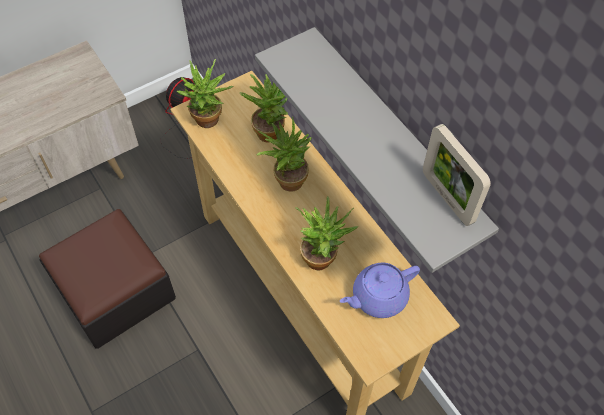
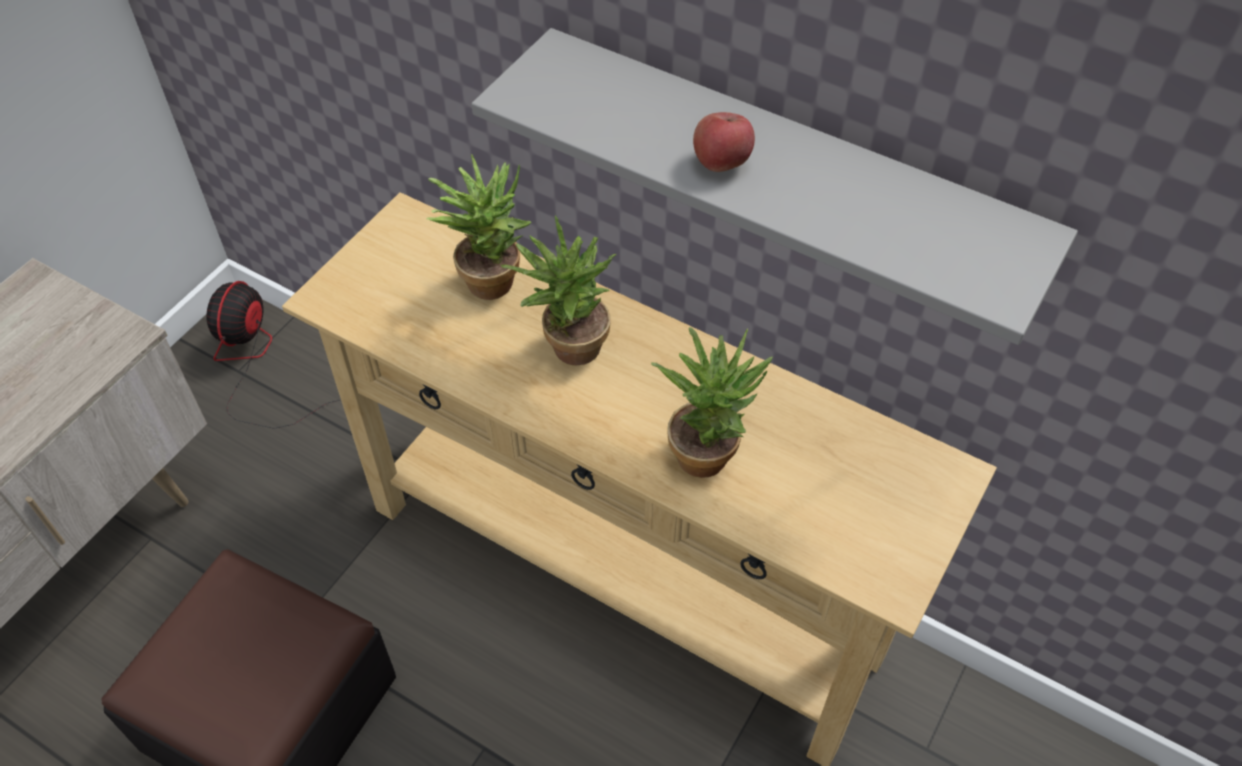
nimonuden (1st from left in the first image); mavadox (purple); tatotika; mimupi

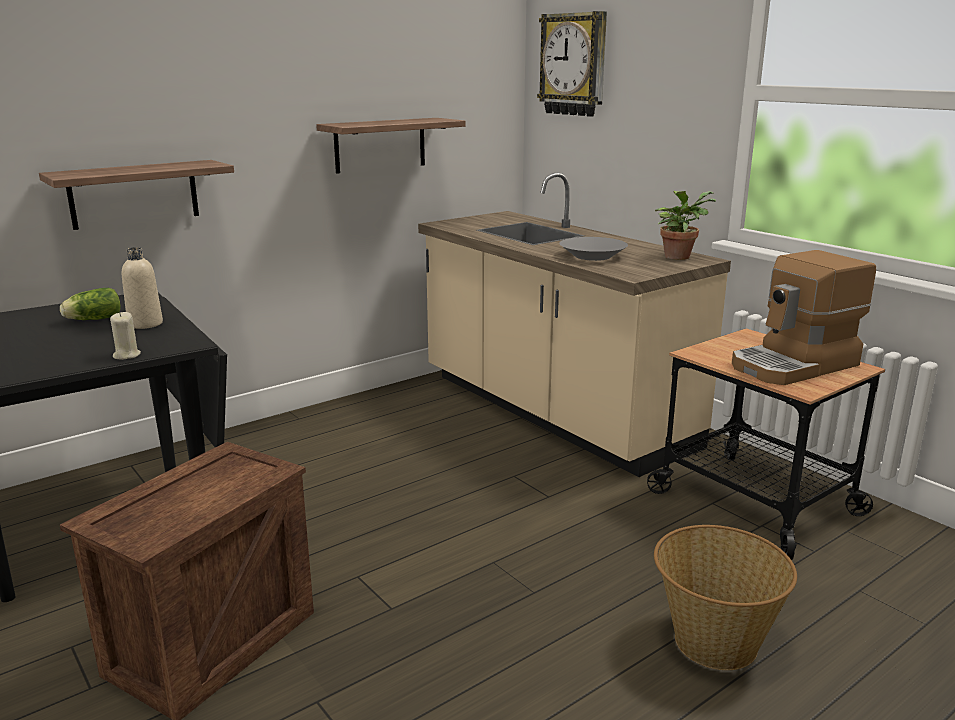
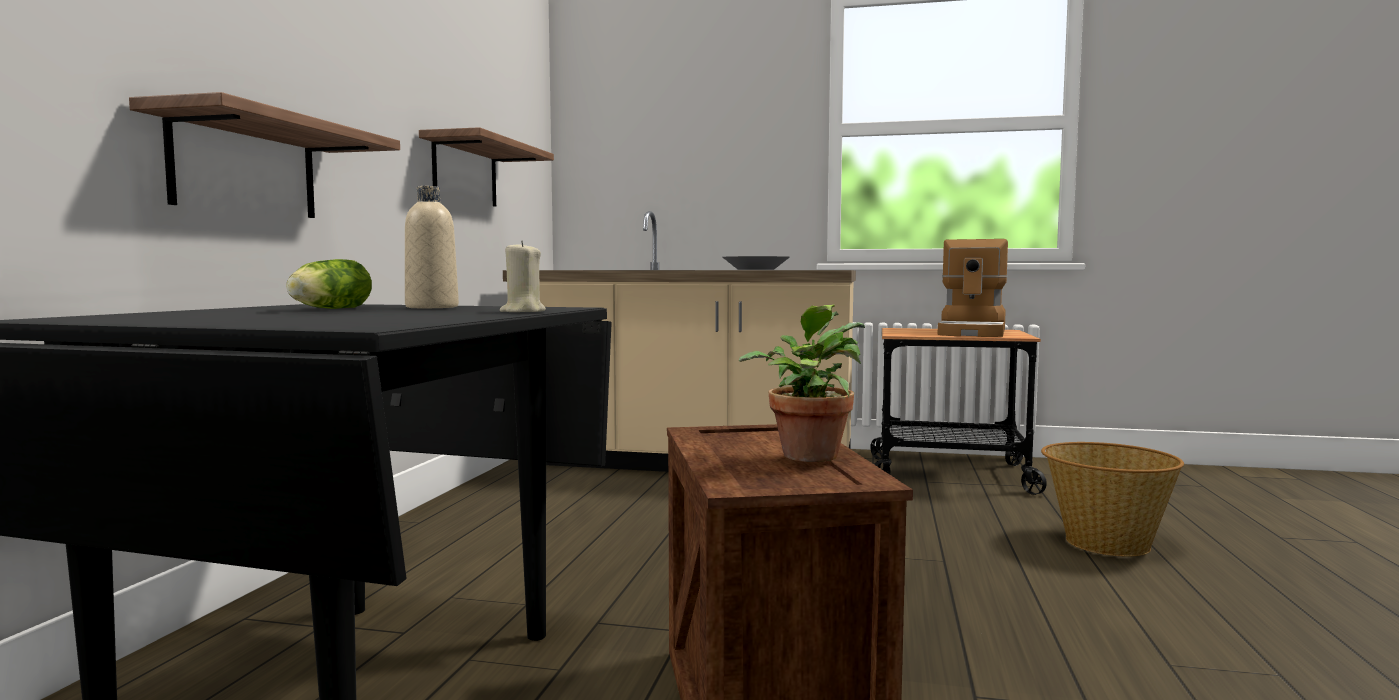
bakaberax; nimonuden

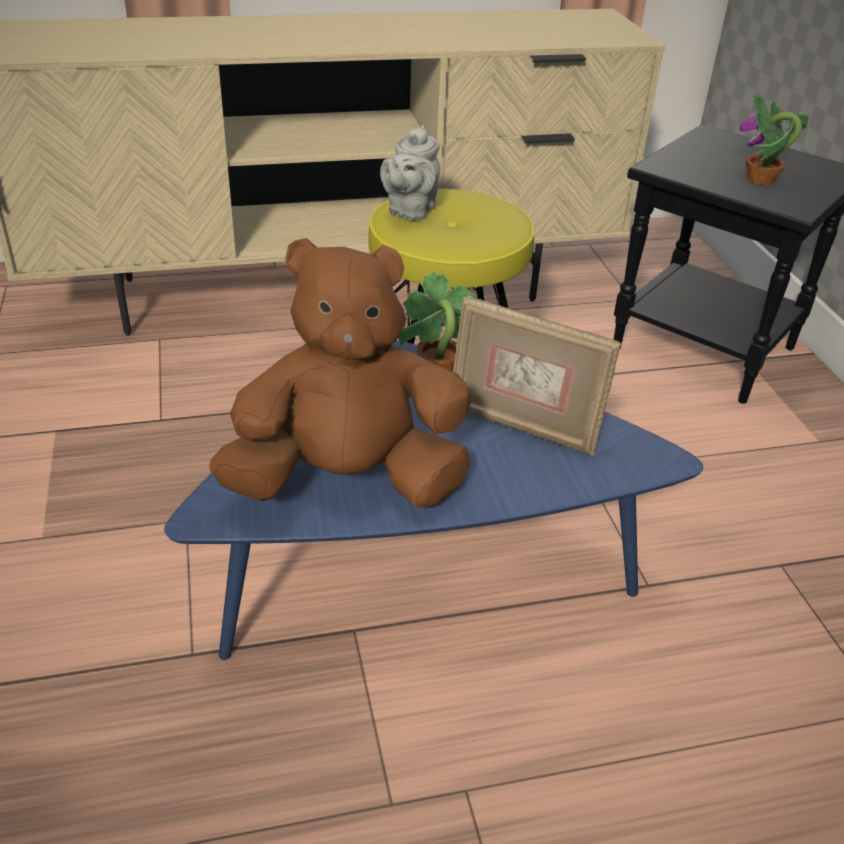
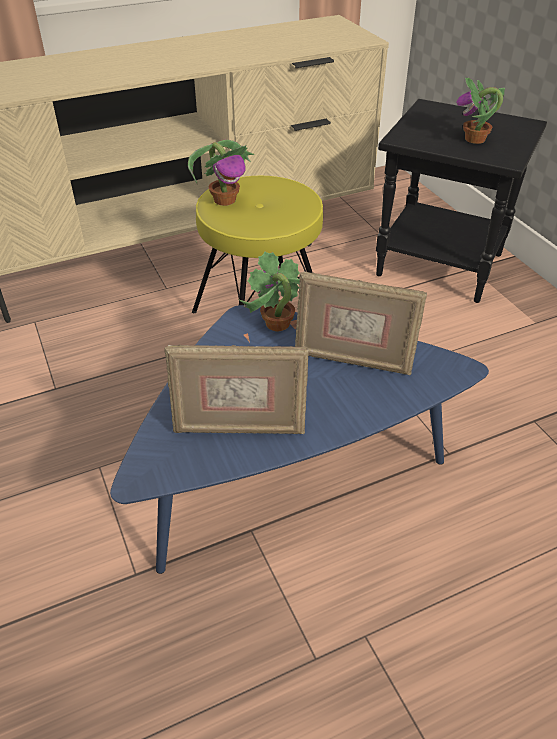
tatotika (1st from left); nimonuden (1st from left)

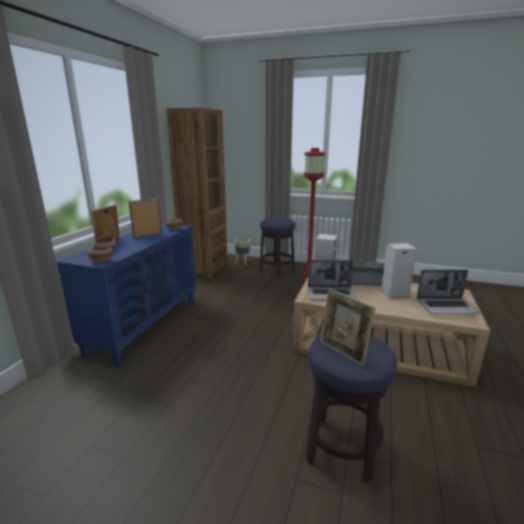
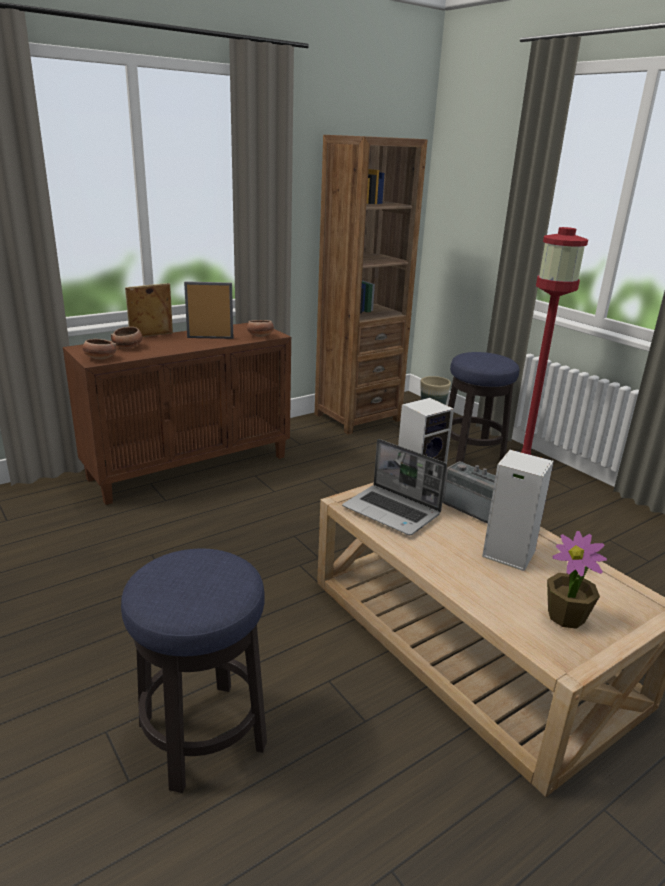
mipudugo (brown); tatotika (3rd from left in the first image); nimonuden

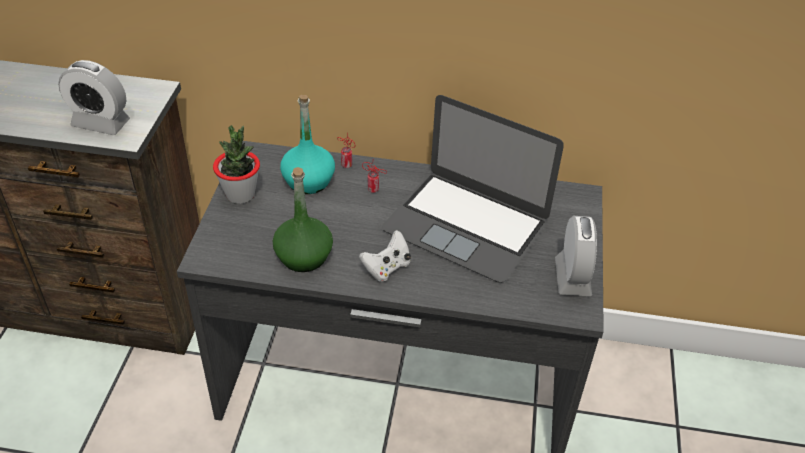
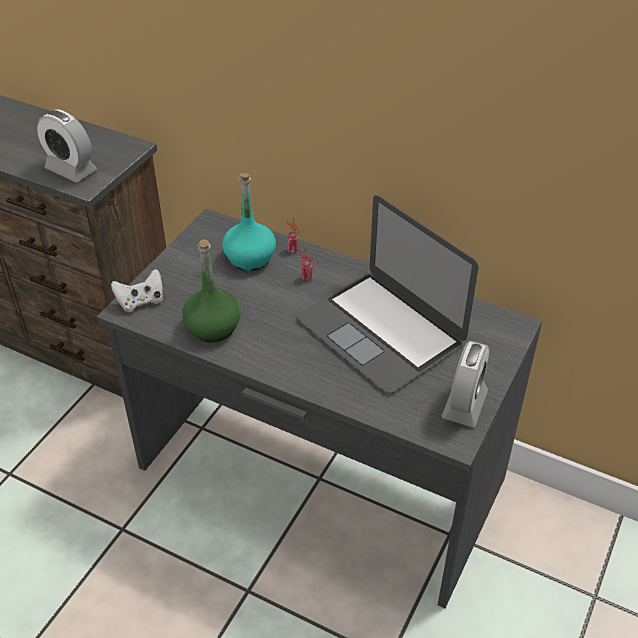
nimonuden; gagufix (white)

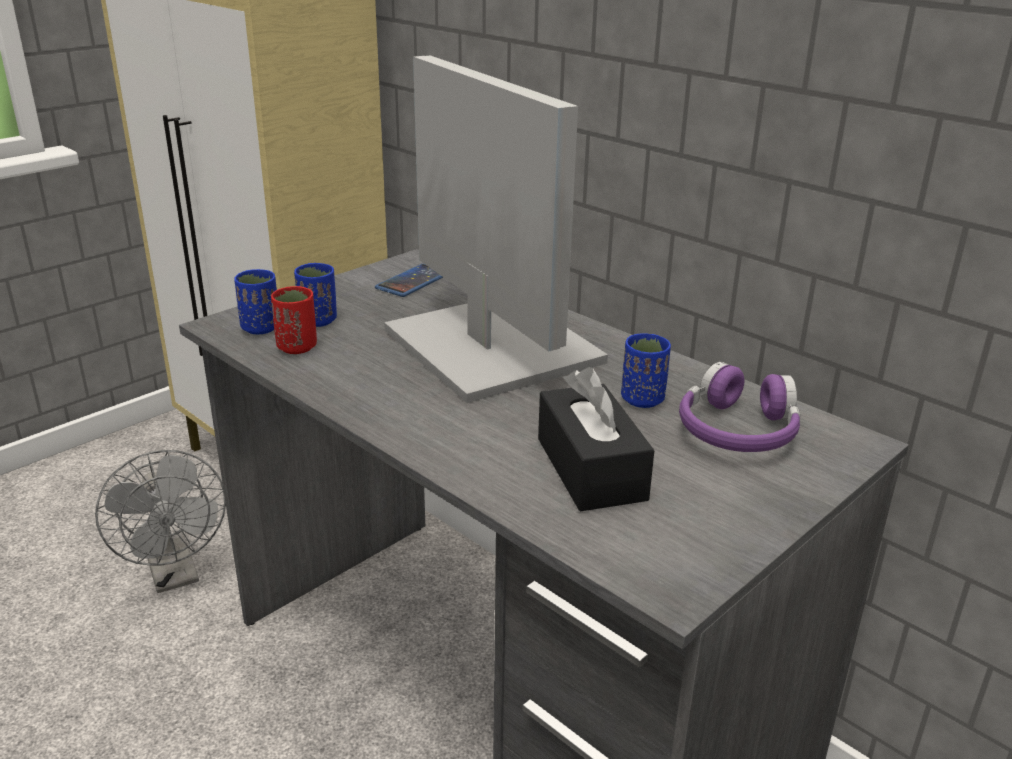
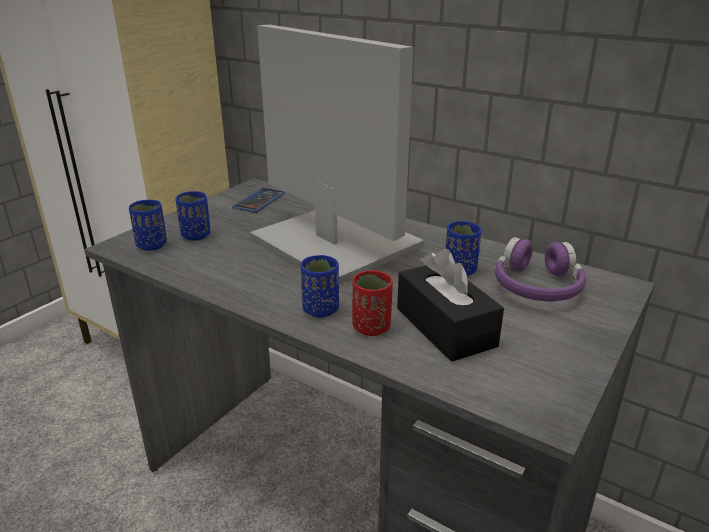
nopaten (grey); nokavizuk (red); nokavizuk (blue) (3rd from left)

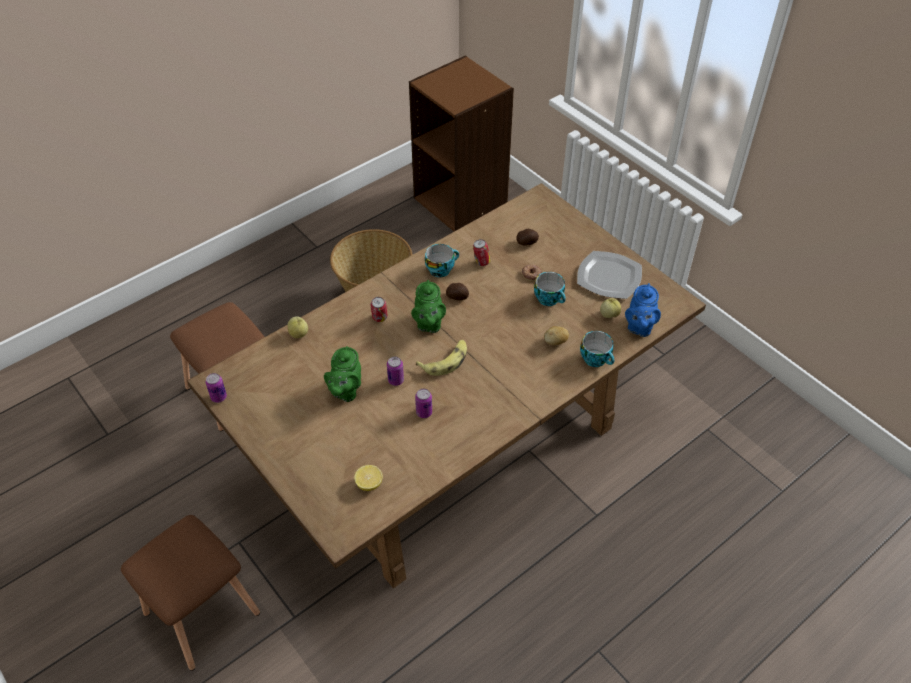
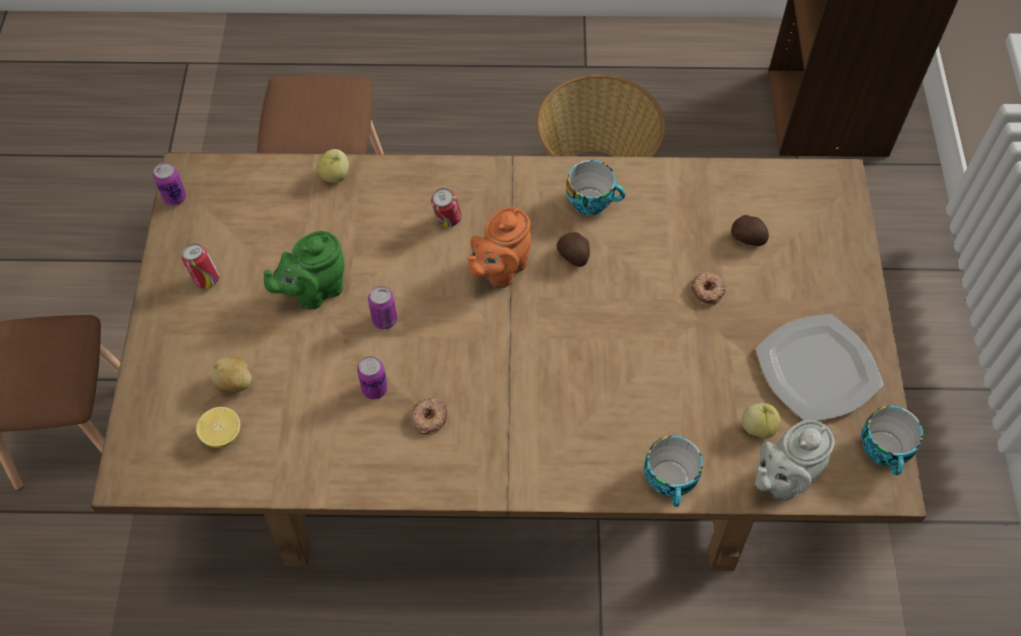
mavadox (orange); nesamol; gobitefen (2nd from left); nokavizuk (3rd from left); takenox (1st from left); mavadox (grey); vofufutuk (1st from left)

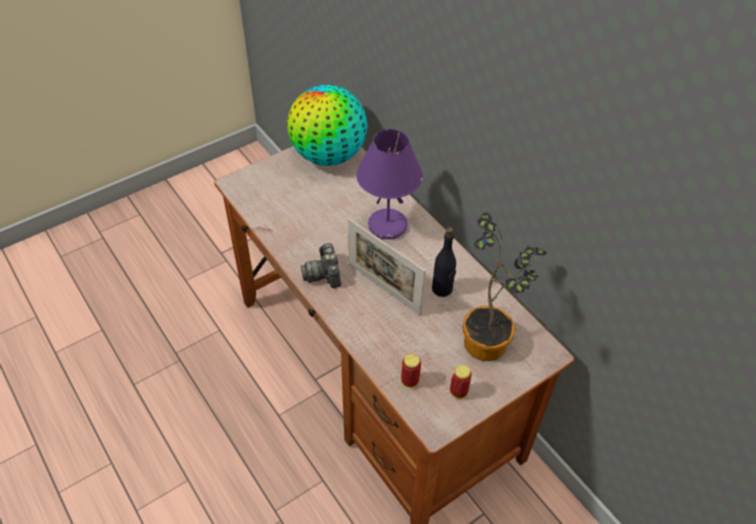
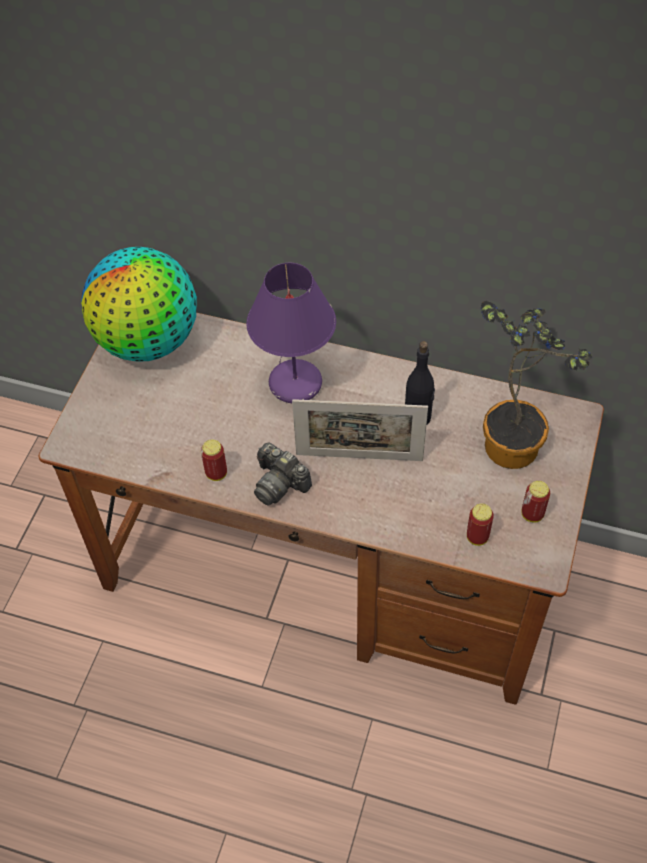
gobitefen (1st from left)

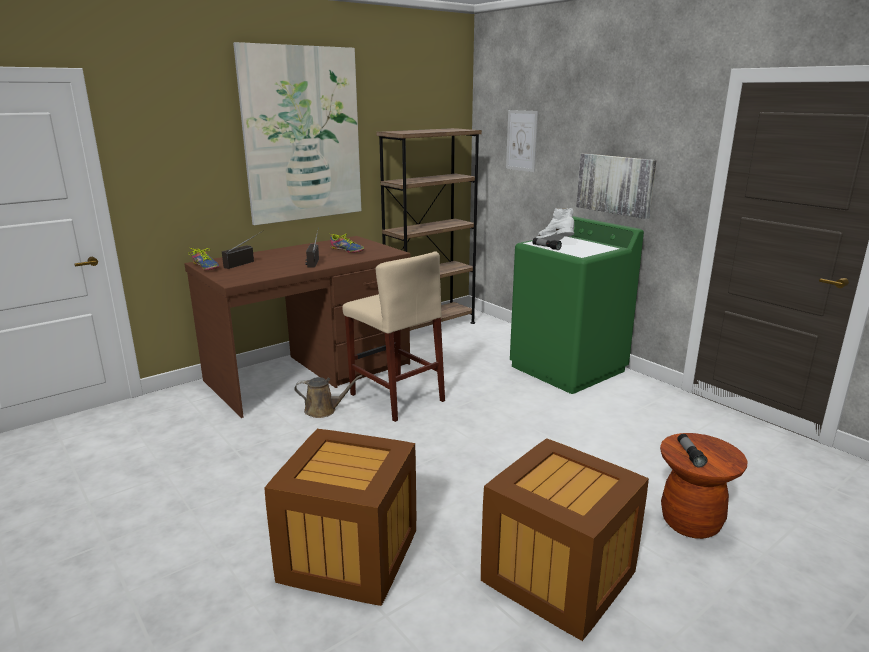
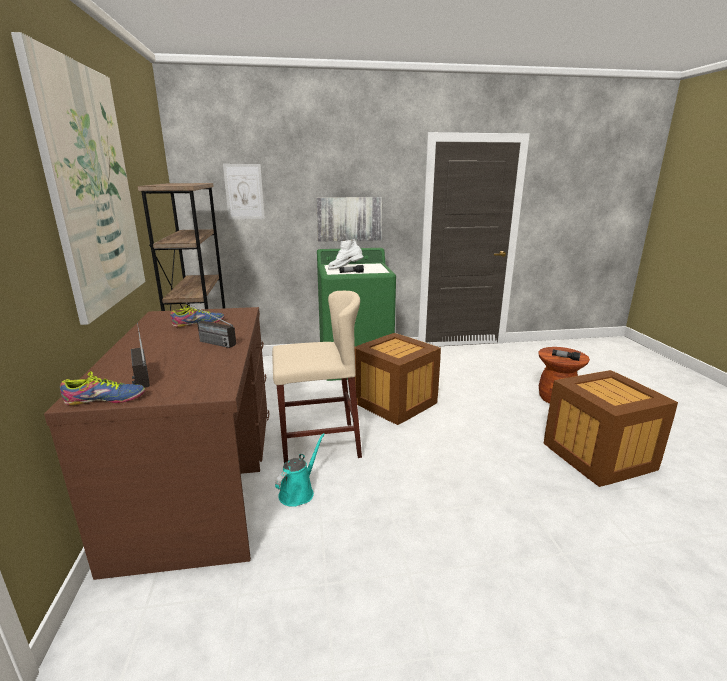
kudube (1st from left); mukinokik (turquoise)

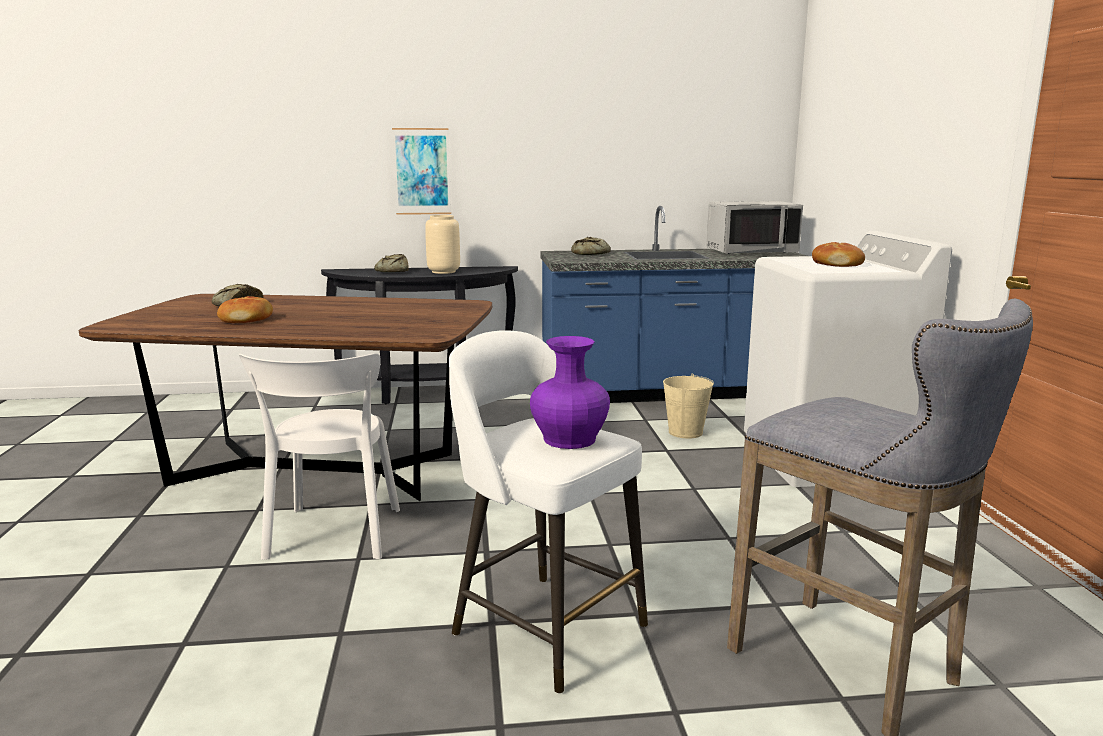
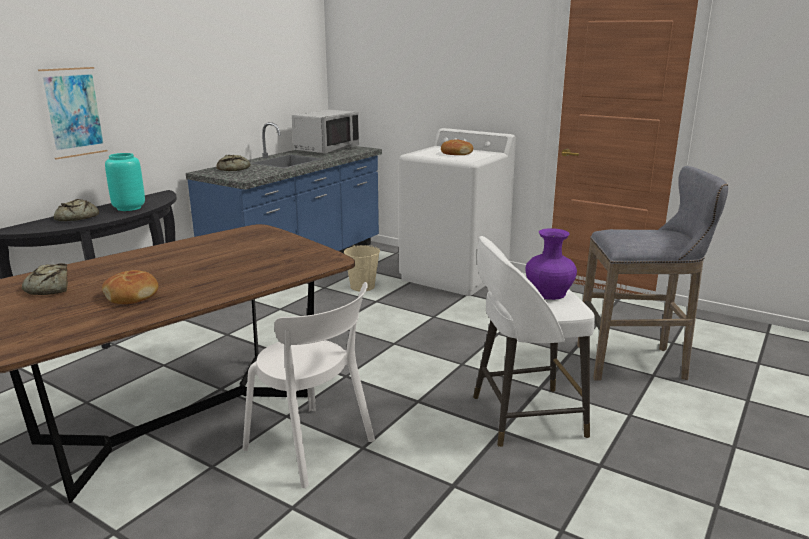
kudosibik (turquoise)

